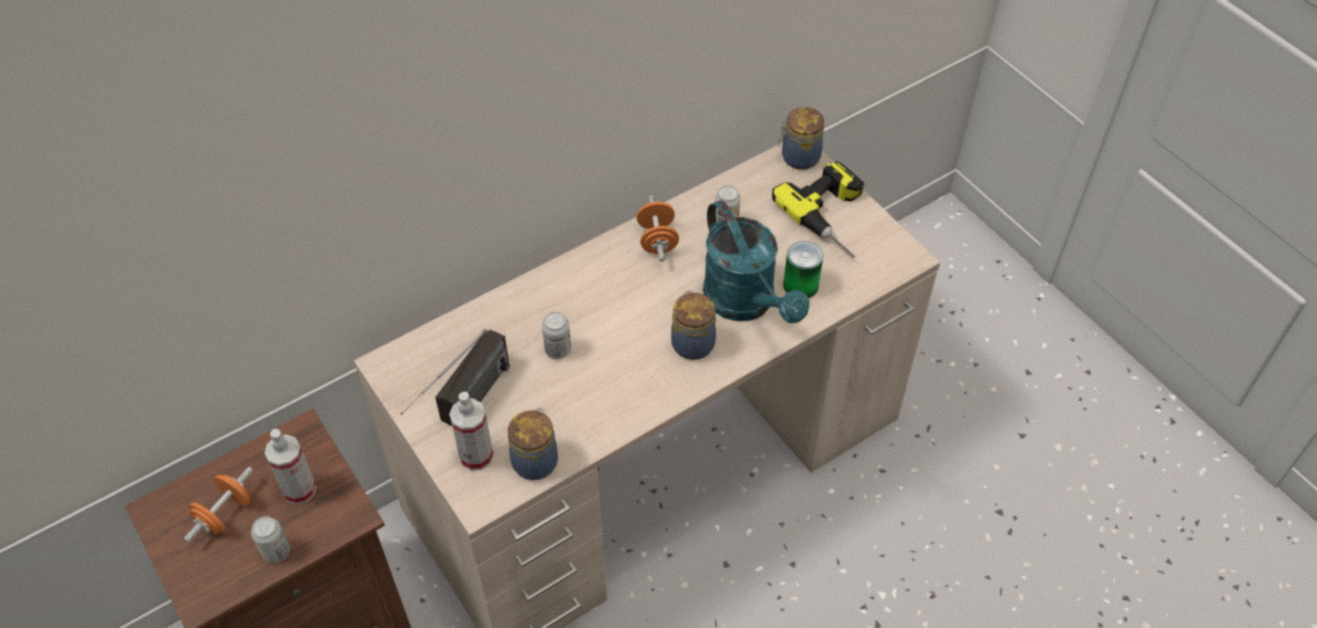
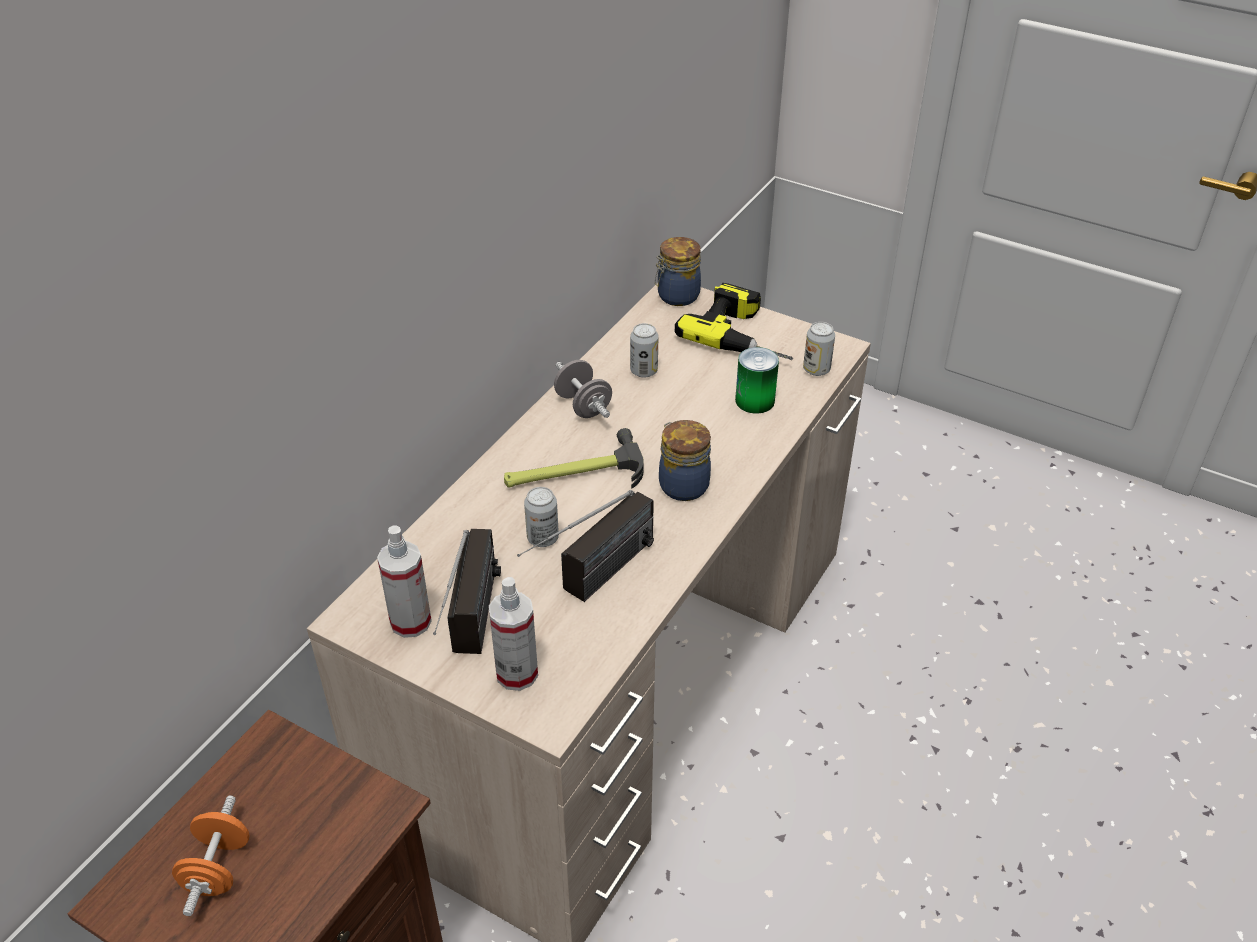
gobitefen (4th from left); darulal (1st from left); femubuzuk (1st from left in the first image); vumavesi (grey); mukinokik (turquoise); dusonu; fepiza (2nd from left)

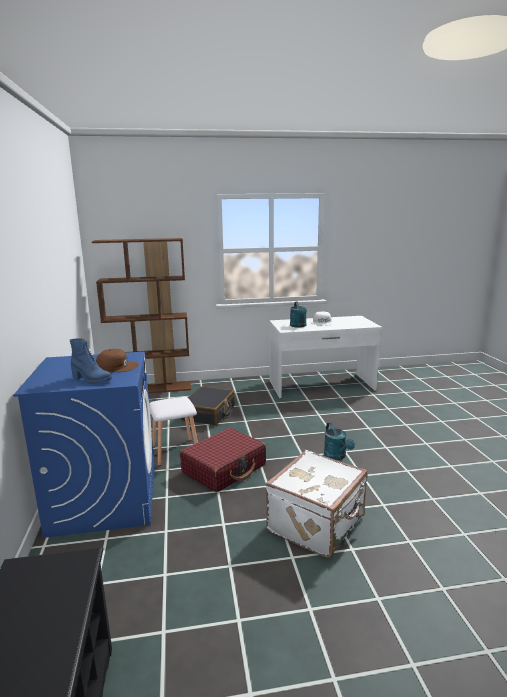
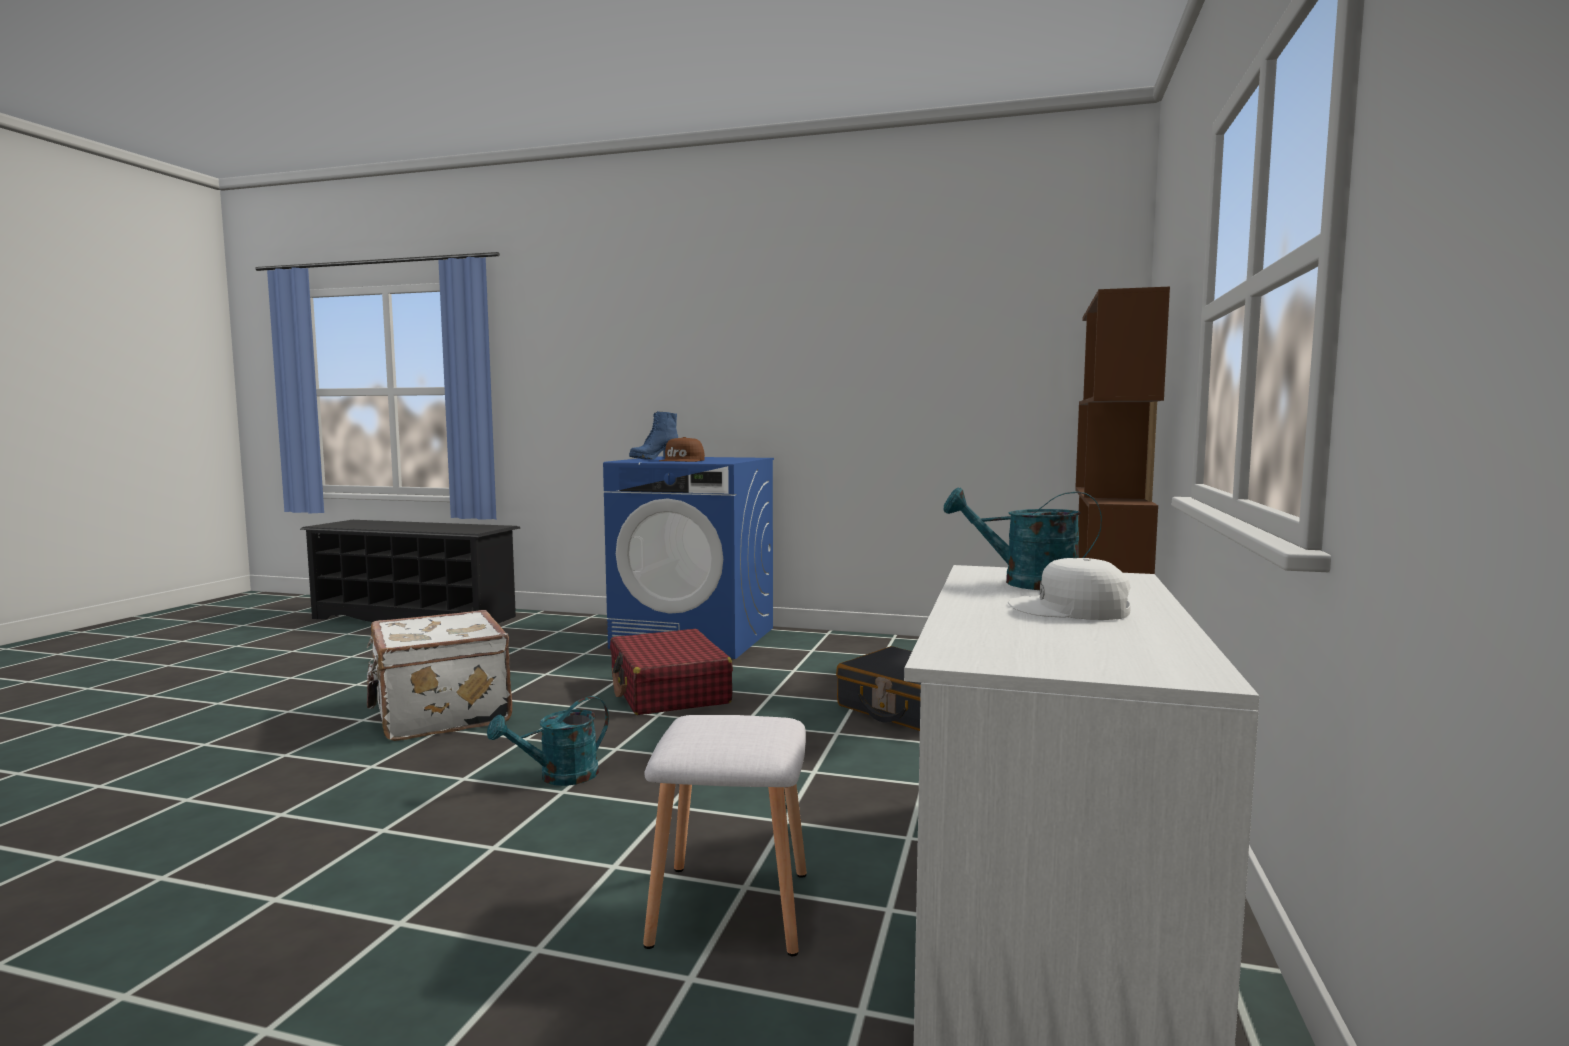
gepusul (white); mukinokik (turquoise) (1st from left)

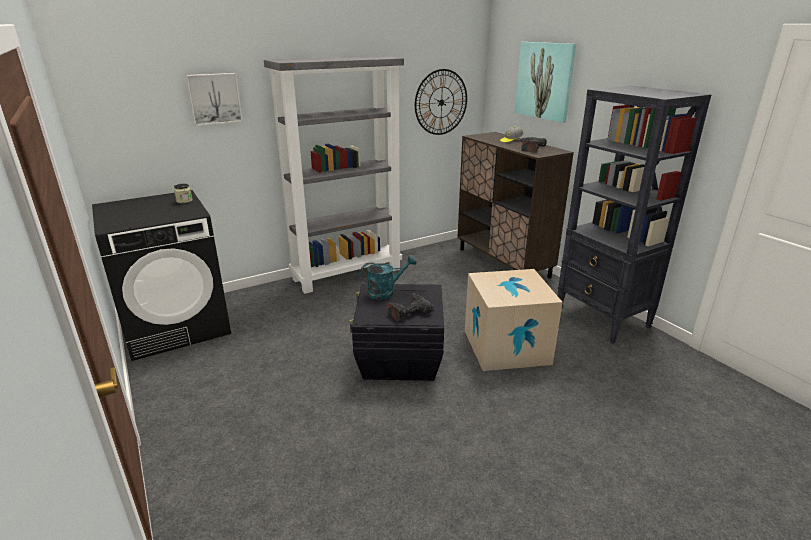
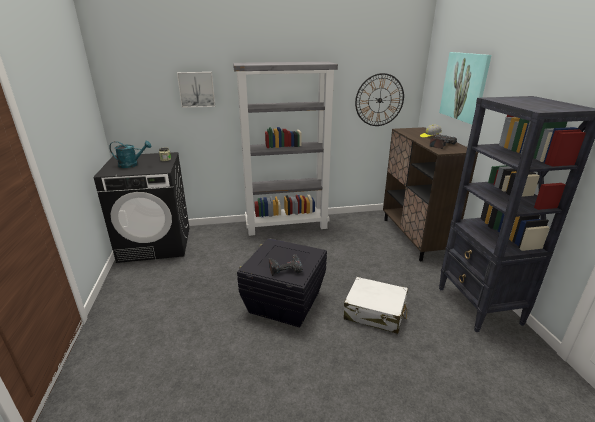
mukinokik (turquoise); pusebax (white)

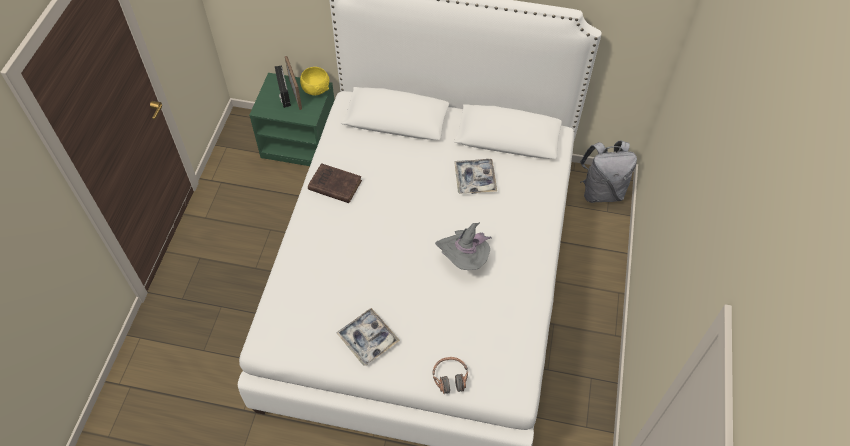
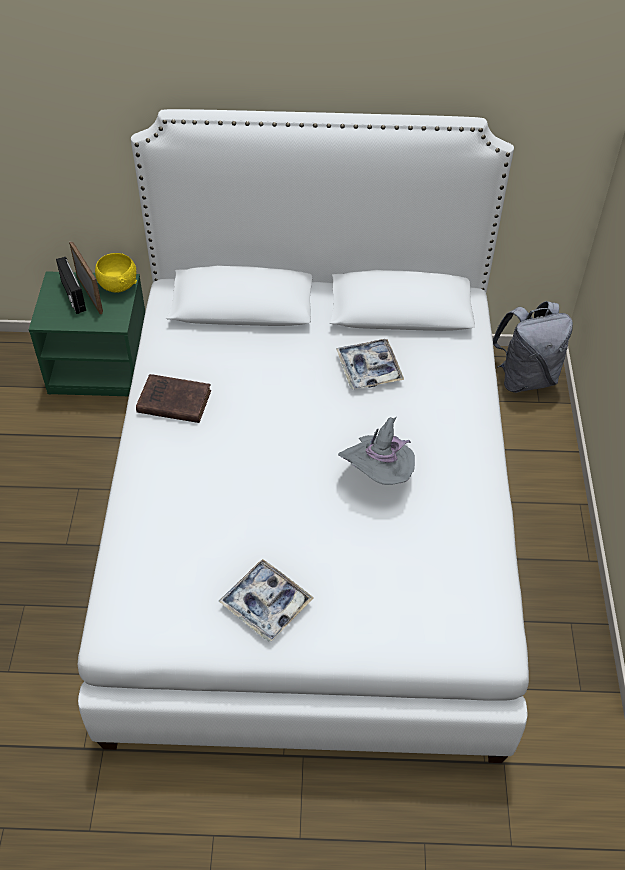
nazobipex

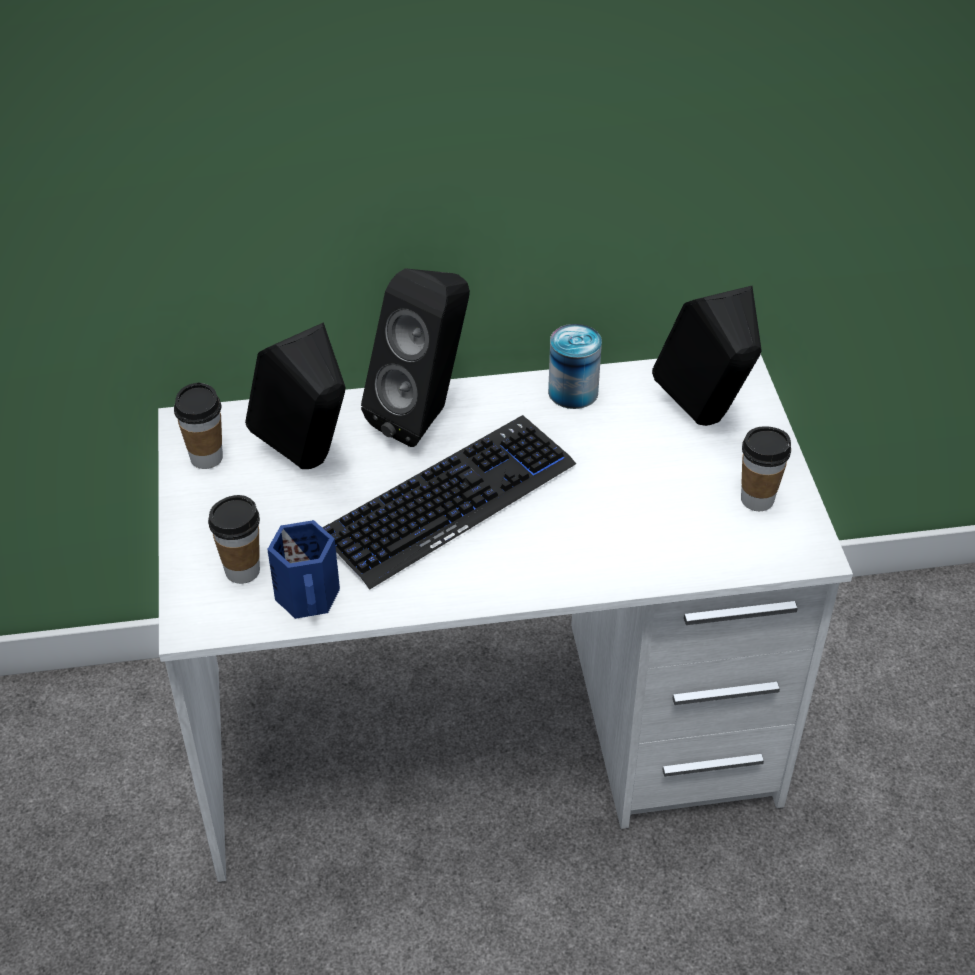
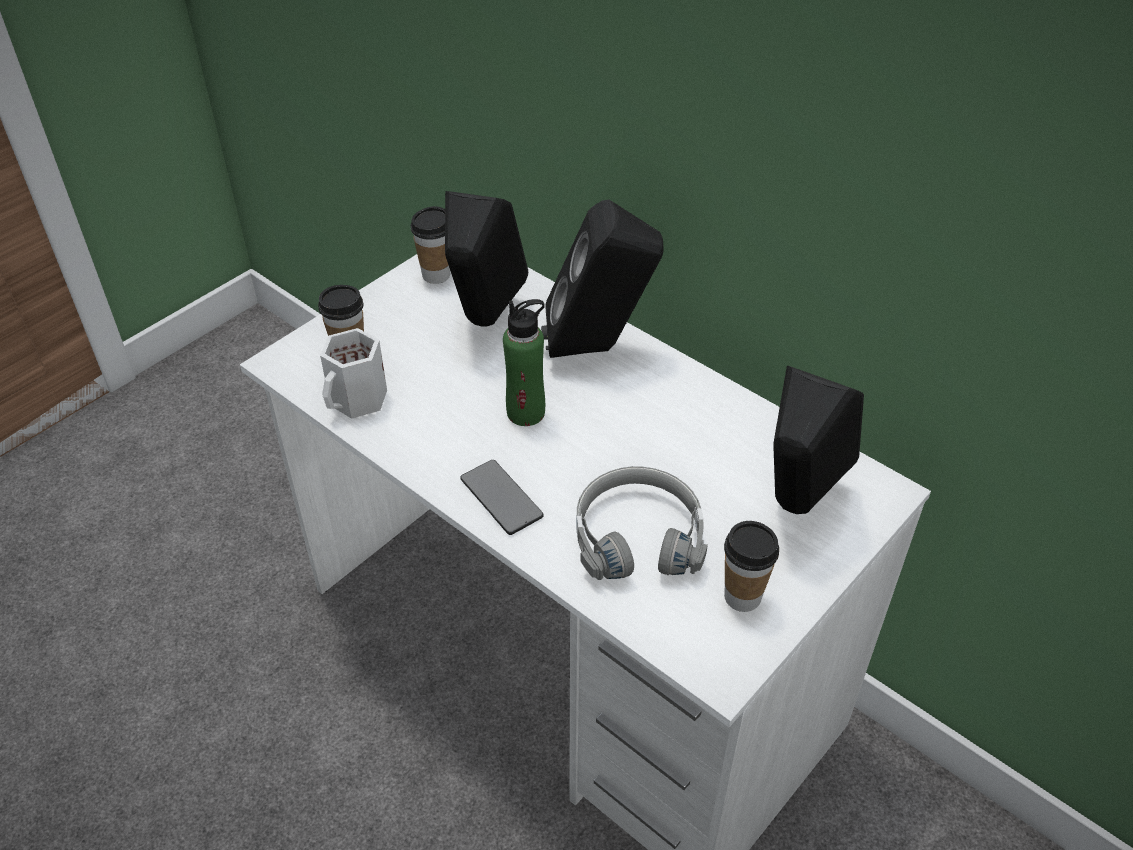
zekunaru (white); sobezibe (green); gobitefen; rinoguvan; nazobipex (grey)

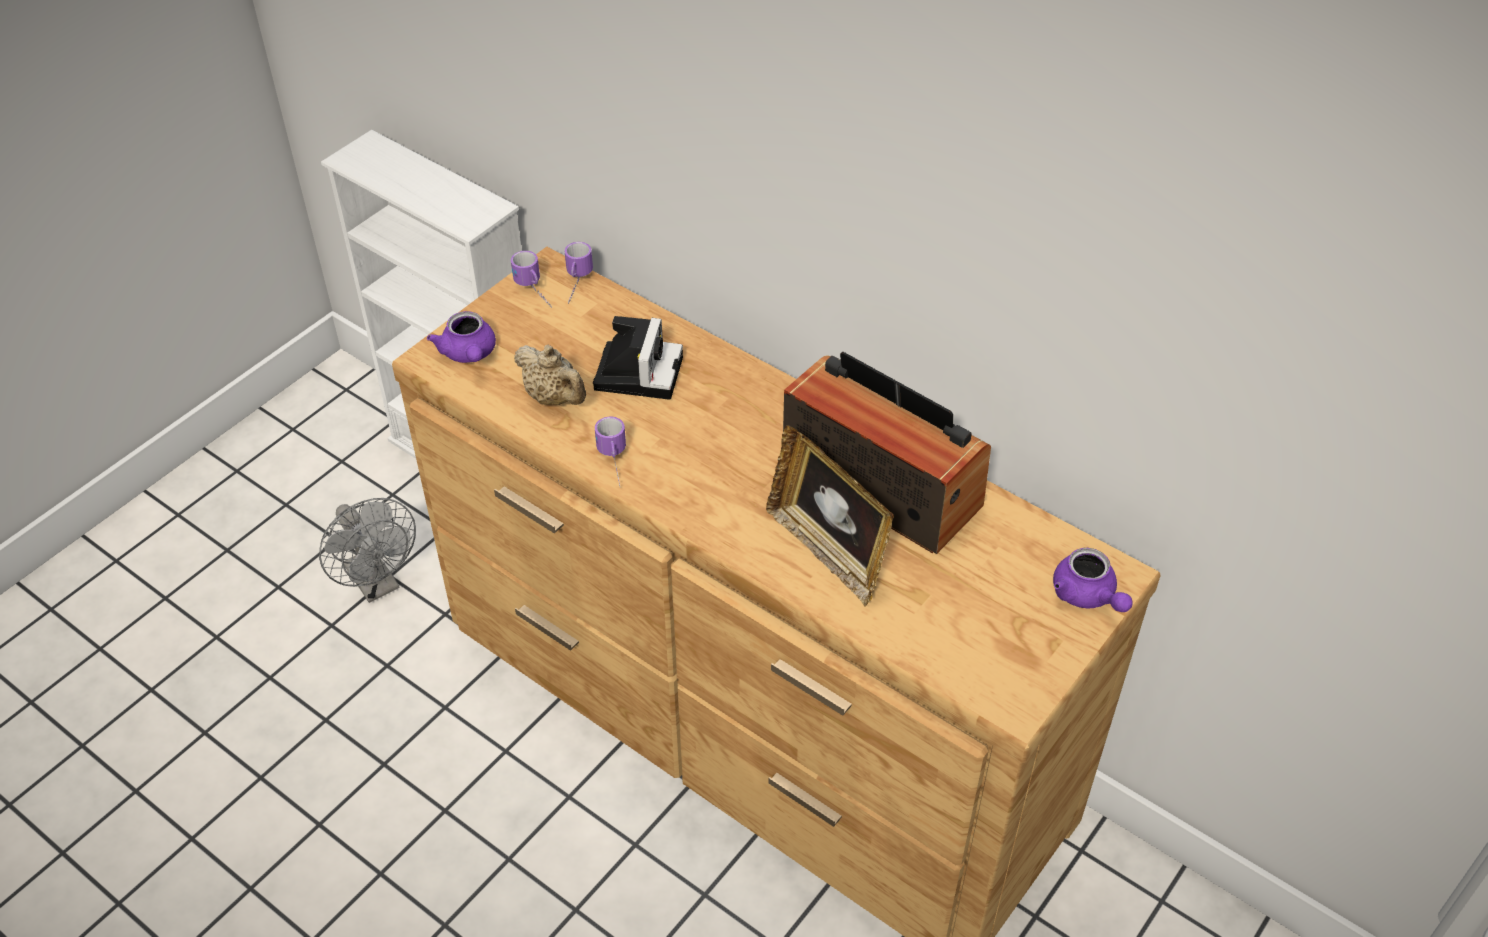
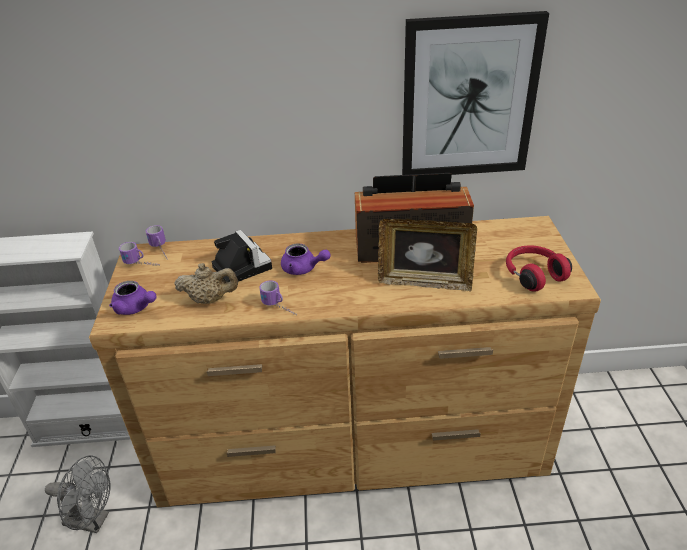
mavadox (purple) (2nd from left); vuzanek; nazobipex (red)

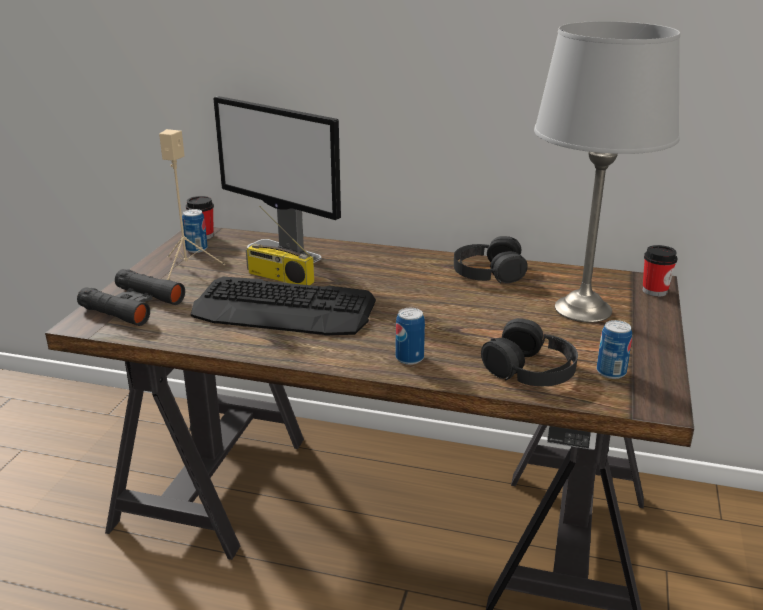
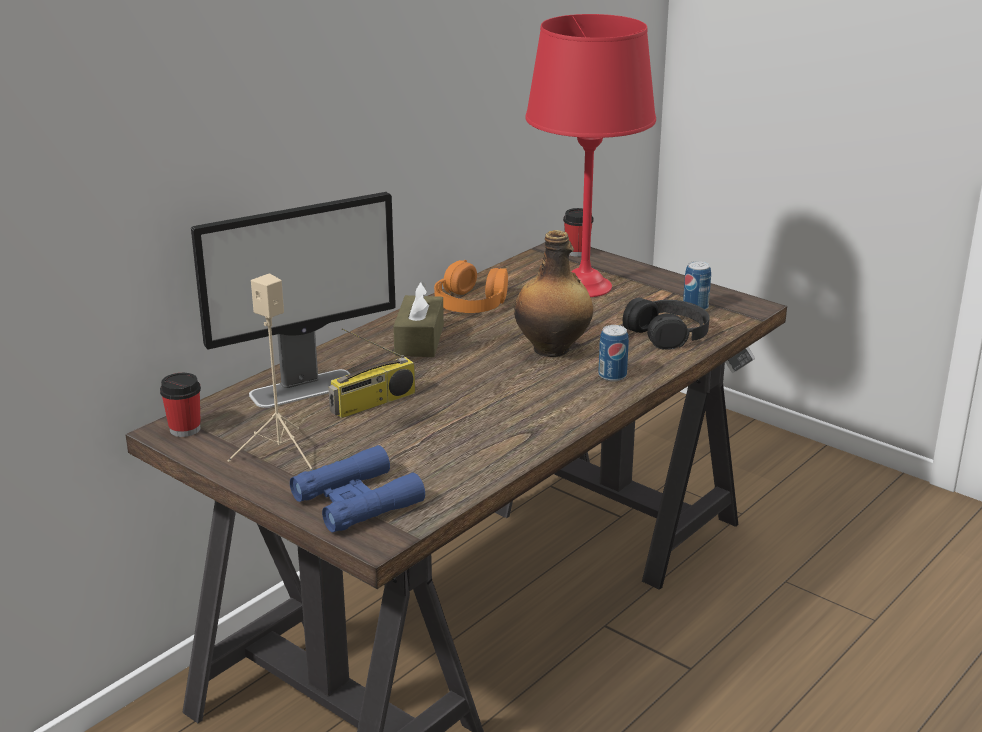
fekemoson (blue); gobitefen (1st from left in the first image); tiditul; nazobipex (orange); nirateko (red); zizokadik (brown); sobezibe

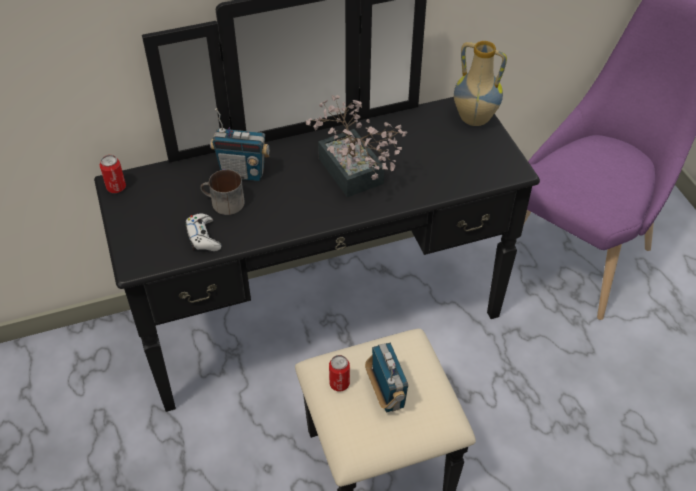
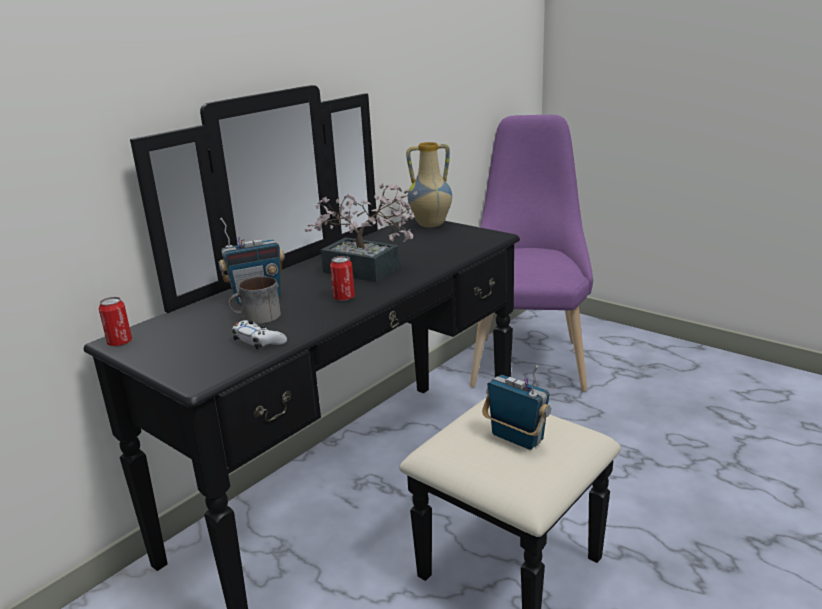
gobitefen (2nd from left)

